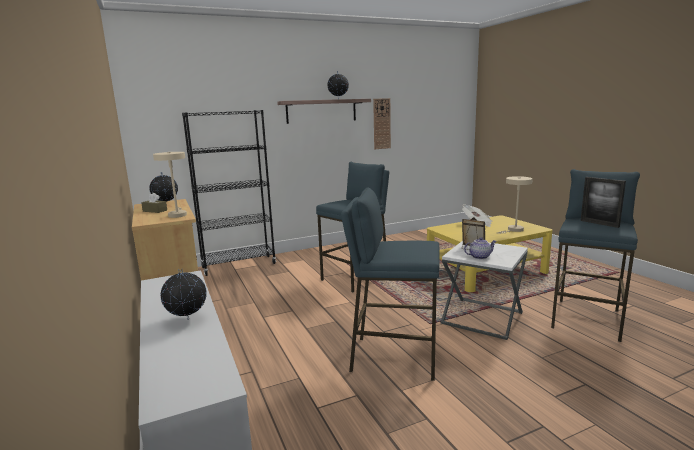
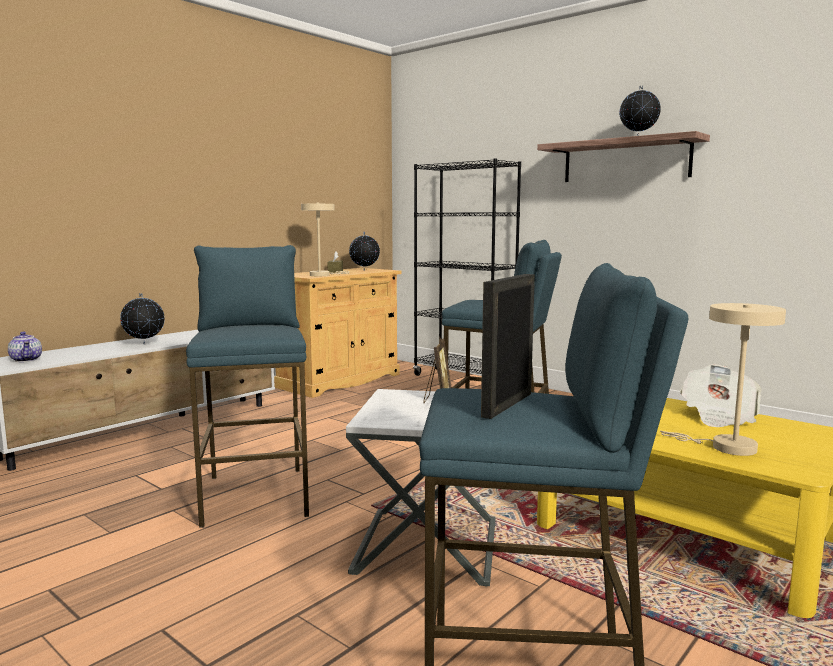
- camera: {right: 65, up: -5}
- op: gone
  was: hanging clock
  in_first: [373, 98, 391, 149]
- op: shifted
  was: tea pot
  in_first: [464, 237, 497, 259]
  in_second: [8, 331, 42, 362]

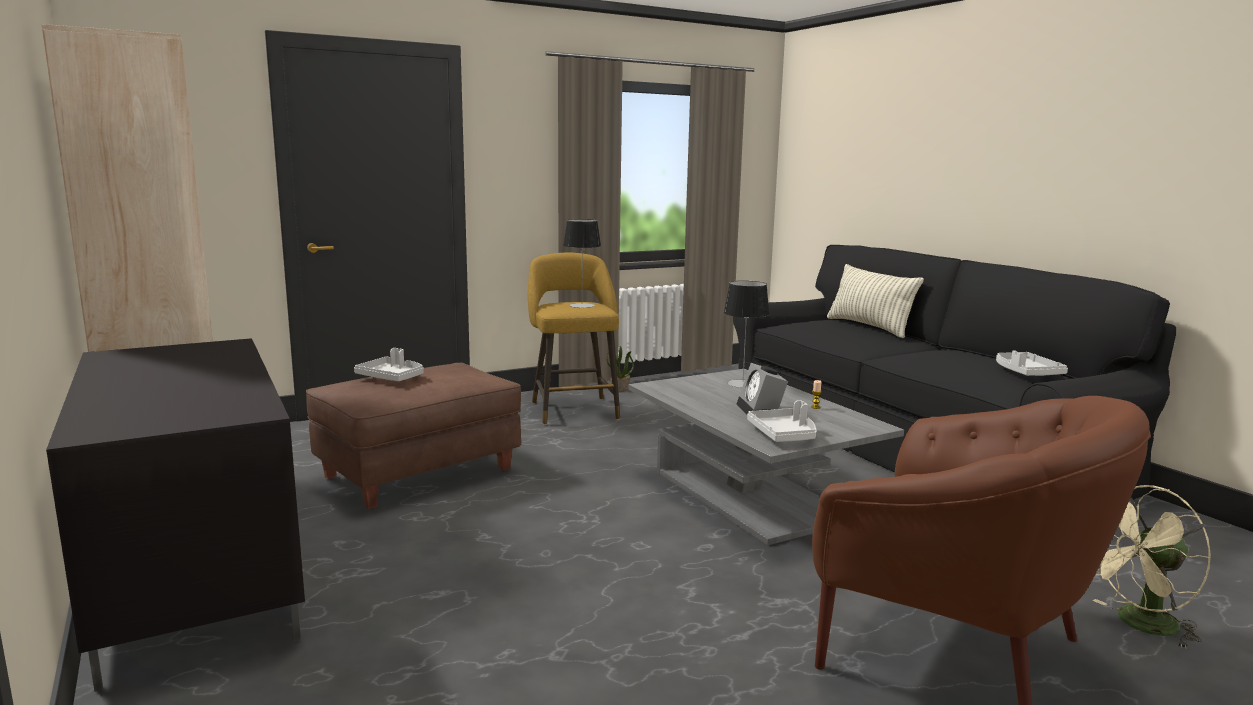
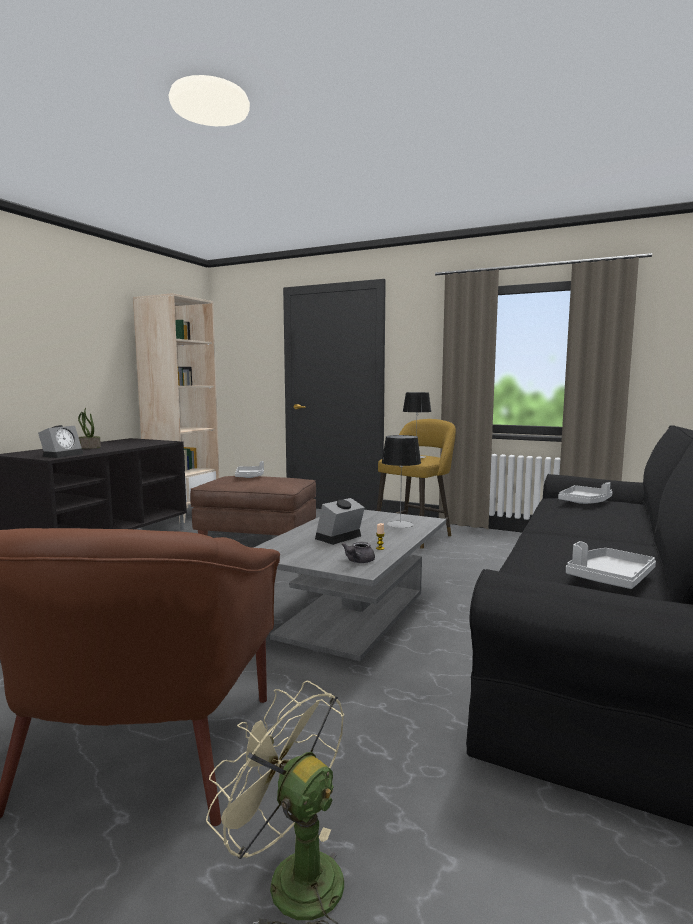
- camera: {right: 55, up: -5}
- op: gone
  was: throw pillow
  in_first: [827, 264, 924, 338]
- op: shifted
  was: potted plant
  in_first: [606, 346, 634, 392]
  in_second: [78, 408, 101, 449]
- op: shifted
  was: serving tray (gray)
  in_first: [747, 400, 816, 442]
  in_second: [558, 482, 612, 504]
- op: new
  now: bedside clock
  in_second: [38, 425, 83, 458]
- op: new
  now: tea pot (gray)
  in_second: [341, 542, 375, 563]

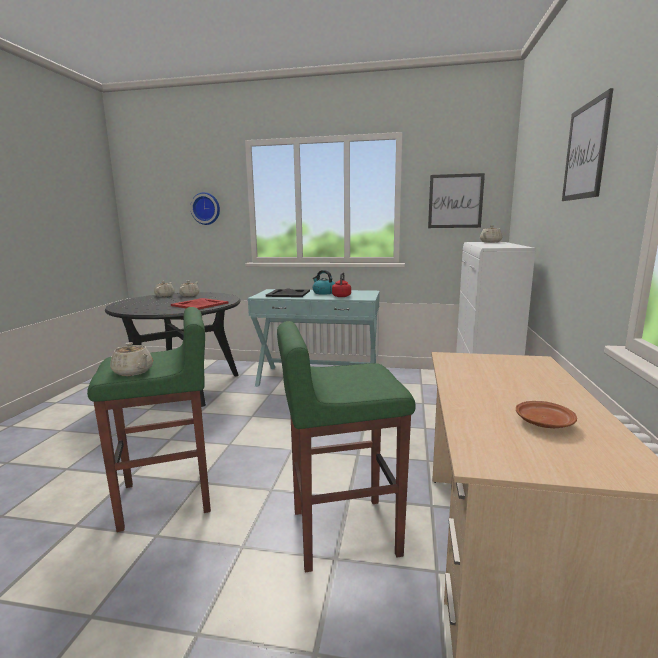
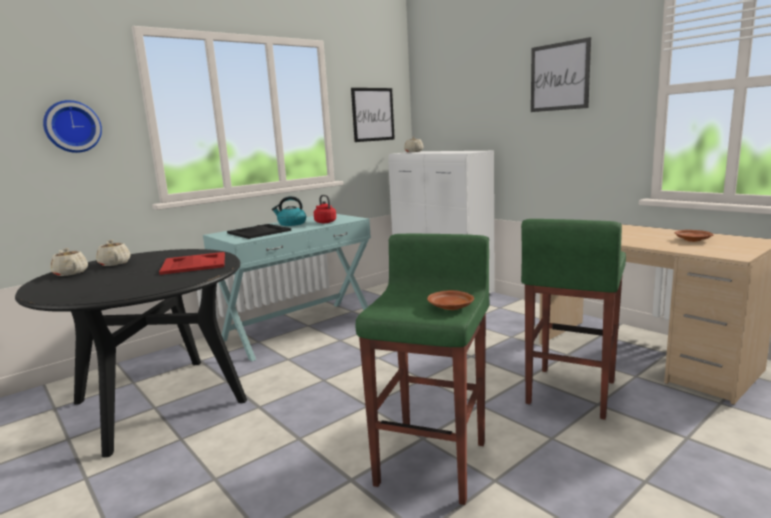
- camera: {right: -50, up: 0}
- op: swapped
  was: tea pot (sand-coloured)
  now: plate (brown-coloured)
  in_first: [110, 342, 153, 376]
  in_second: [427, 290, 474, 310]

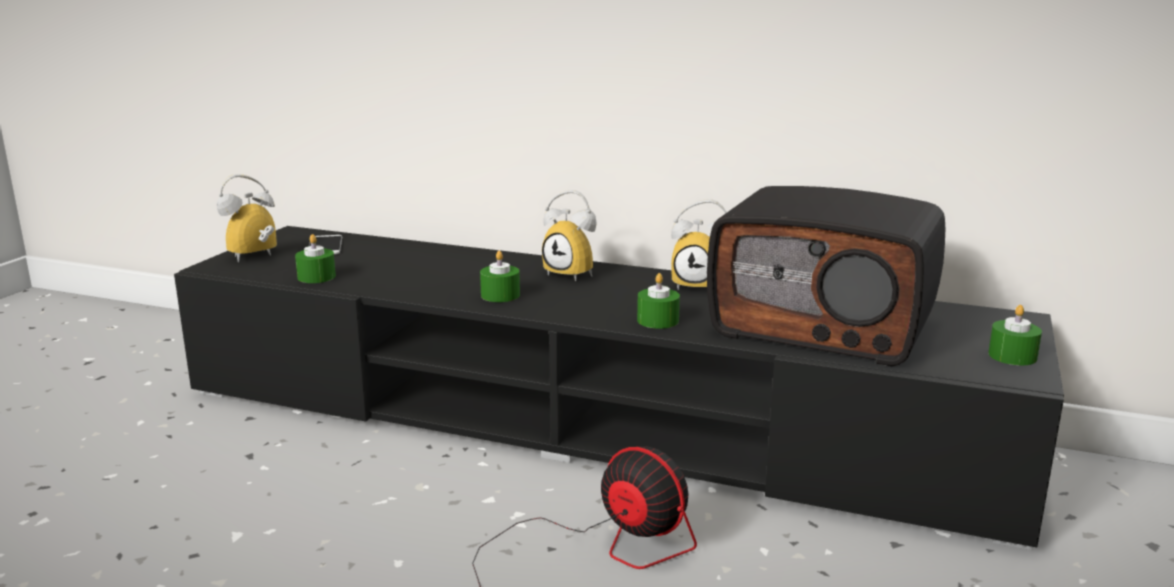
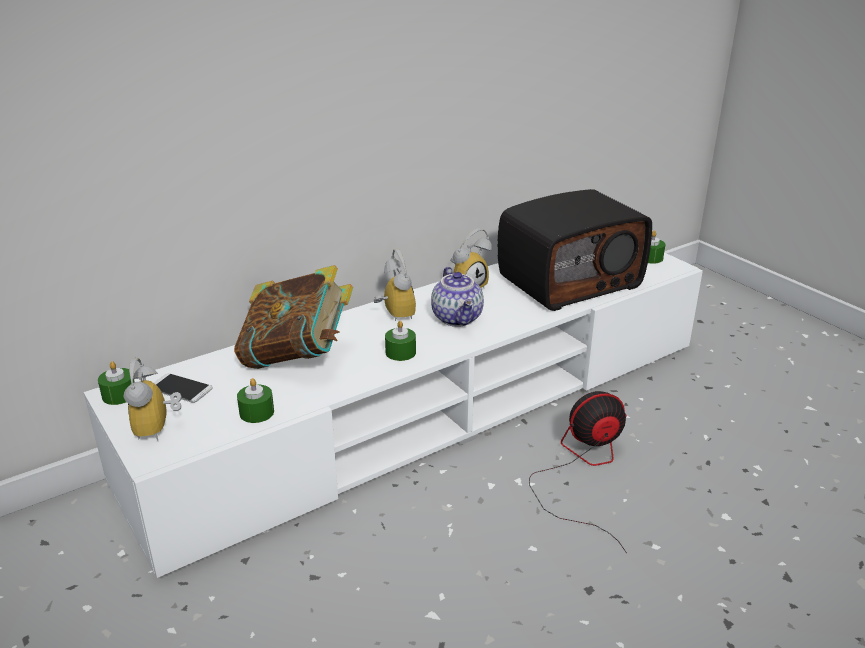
- camera: {right: -55, up: 10}
- op: rotated
  was: bedside clock
  in_first: [542, 190, 596, 281]
  in_second: [374, 249, 416, 321]
  clockwise: -90
- op: repainted
  was: media console (black-coloured)
  now: media console (white)
  in_first: [174, 226, 1064, 550]
  in_second: [84, 253, 703, 578]
- op: shifted
  was: wax light (greenish)
  in_first: [637, 273, 680, 329]
  in_second: [98, 361, 135, 405]
- op: new
  now: bound book
  in_second: [234, 265, 353, 369]
- op: new
  now: tea pot
  in_second: [431, 267, 484, 327]

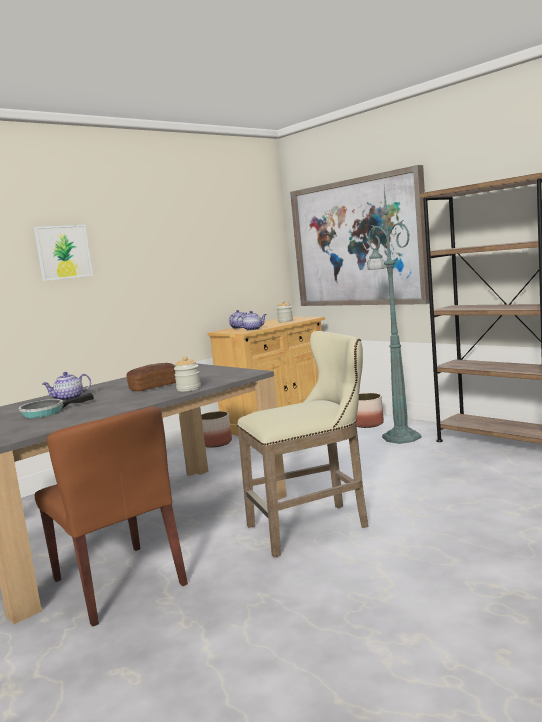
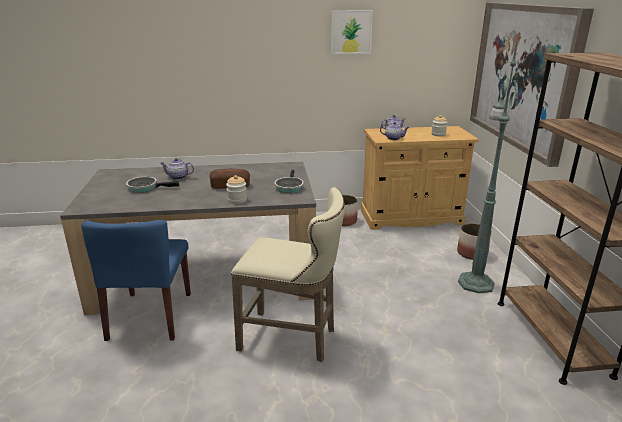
- camera: {right: 35, up: 15}
- op: shifted
  was: wall picture
  in_first: [34, 225, 93, 281]
  in_second: [331, 10, 373, 54]
- op: repainted
  was: upright chair (brown-coloured)
  now: upright chair (blue)
  in_first: [35, 406, 188, 627]
  in_second: [81, 220, 191, 341]
- op: new
  now: skillet
  in_second: [274, 170, 304, 193]

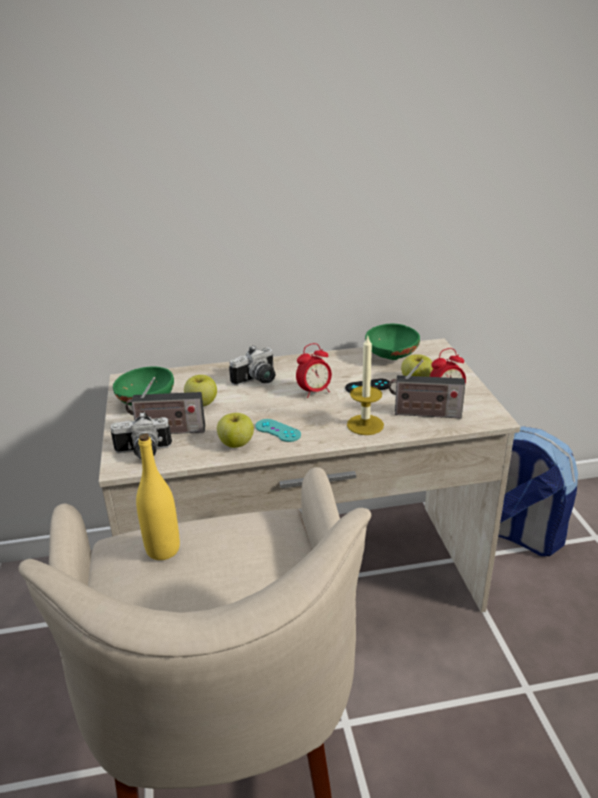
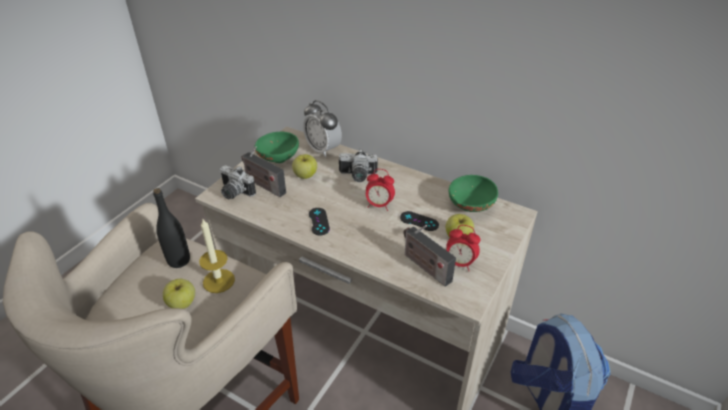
- camera: {right: 40, up: 10}
- op: shifted
  was: wax light
  in_first: [347, 336, 384, 435]
  in_second: [199, 219, 235, 293]
- op: shifted
  was: apple
  in_first: [217, 413, 254, 448]
  in_second: [163, 279, 195, 309]
- op: repainted
  was: gamepad (turquoise-coloured)
  now: gamepad (black-coloured)
  in_first: [255, 419, 301, 442]
  in_second: [309, 208, 330, 235]
- op: repainted
  was: drink bottle (yellowish)
  now: drink bottle (black-coloured)
  in_first: [136, 434, 180, 560]
  in_second: [153, 188, 190, 268]
- op: new
  now: bedside clock
  in_second: [303, 100, 342, 157]

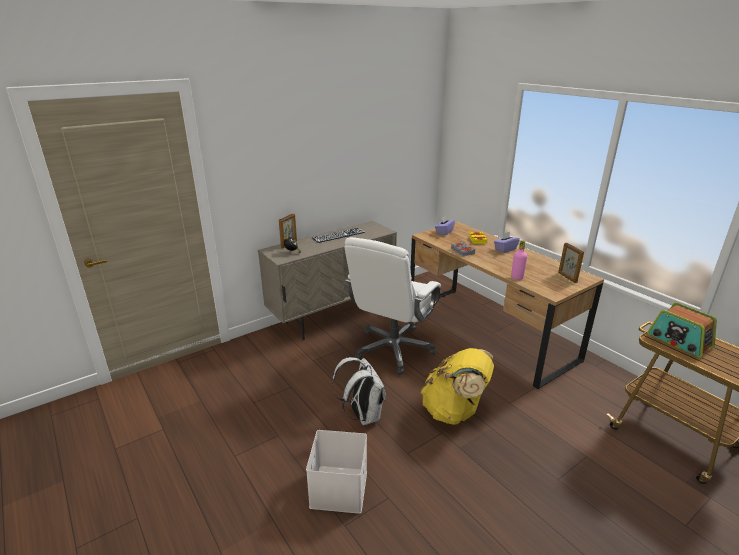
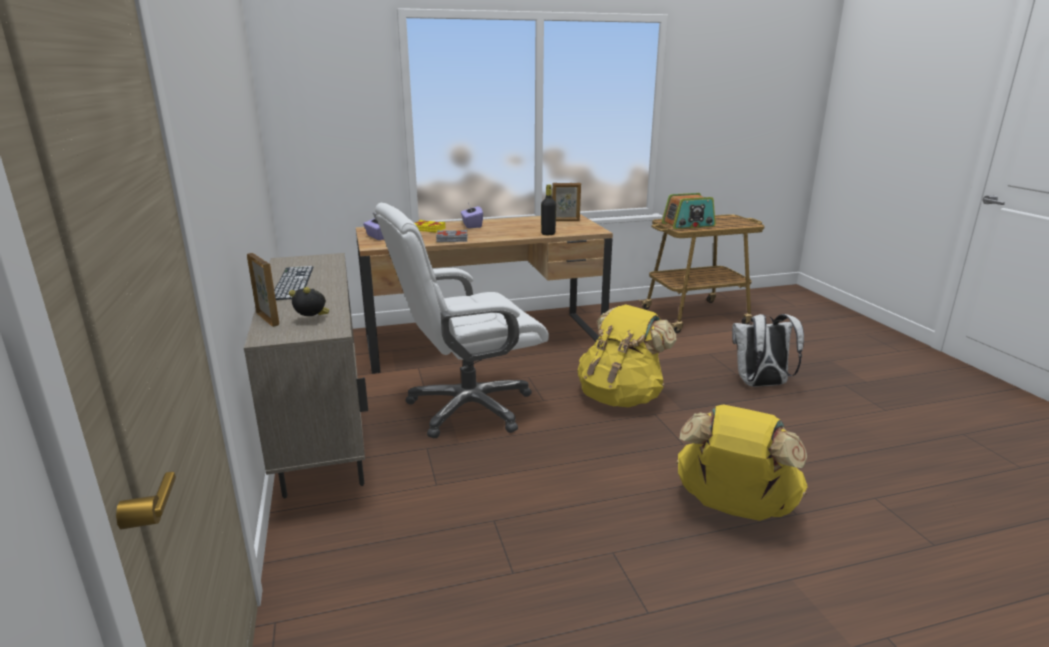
- camera: {right: -70, up: -5}
- op: rotated
  was: desk chair (white)
  in_first: [345, 237, 441, 375]
  in_second: [375, 203, 549, 438]
  clockwise: 105
- op: repainted
  was: drink bottle (pink-coloured)
  now: drink bottle (black-coloured)
  in_first: [511, 240, 527, 280]
  in_second: [541, 184, 556, 235]
- op: shifted
  was: knapsack (white)
  in_first: [332, 357, 386, 425]
  in_second: [732, 314, 804, 387]
- op: swapped
  was: storage bin (white)
  now: knapsack (yellowish)
  in_first: [306, 430, 367, 514]
  in_second: [676, 404, 808, 521]

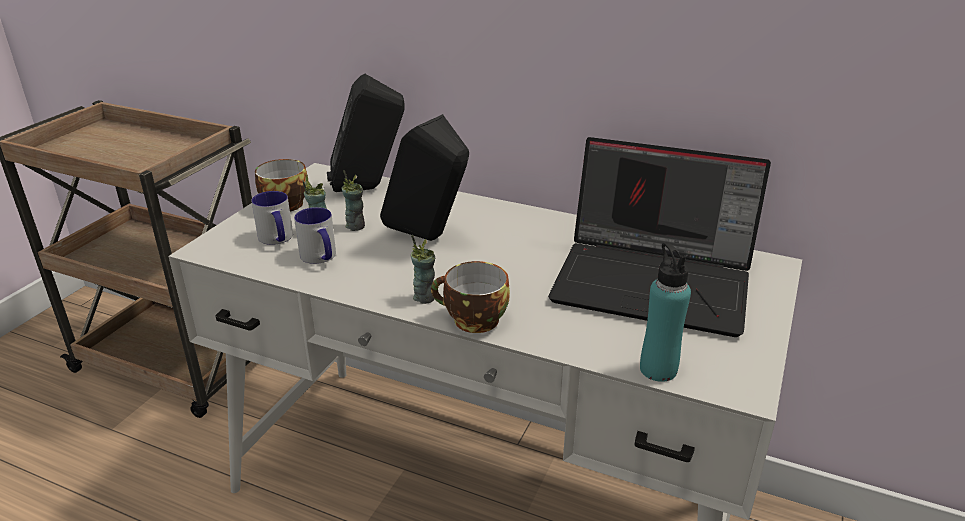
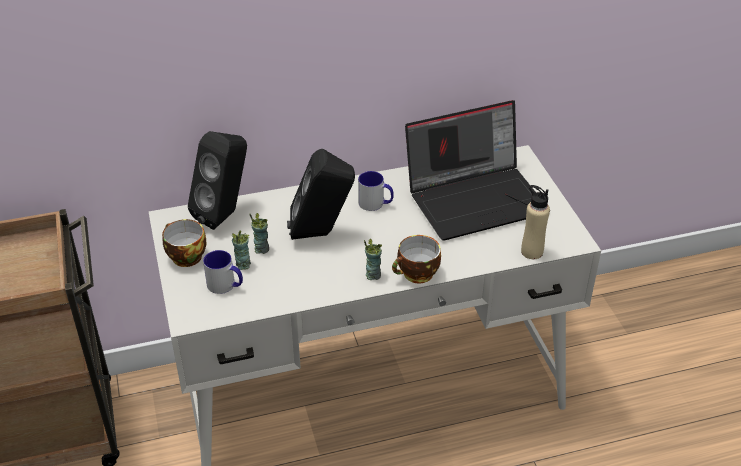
- camera: {right: -40, up: 10}
- op: shifted
  was: coffee mug
  in_first: [294, 207, 336, 264]
  in_second: [358, 171, 394, 211]
- op: repainted
  was: drink bottle (turquoise-coloured)
  now: drink bottle (sand-coloured)
  in_first: [640, 242, 691, 382]
  in_second: [521, 185, 550, 259]

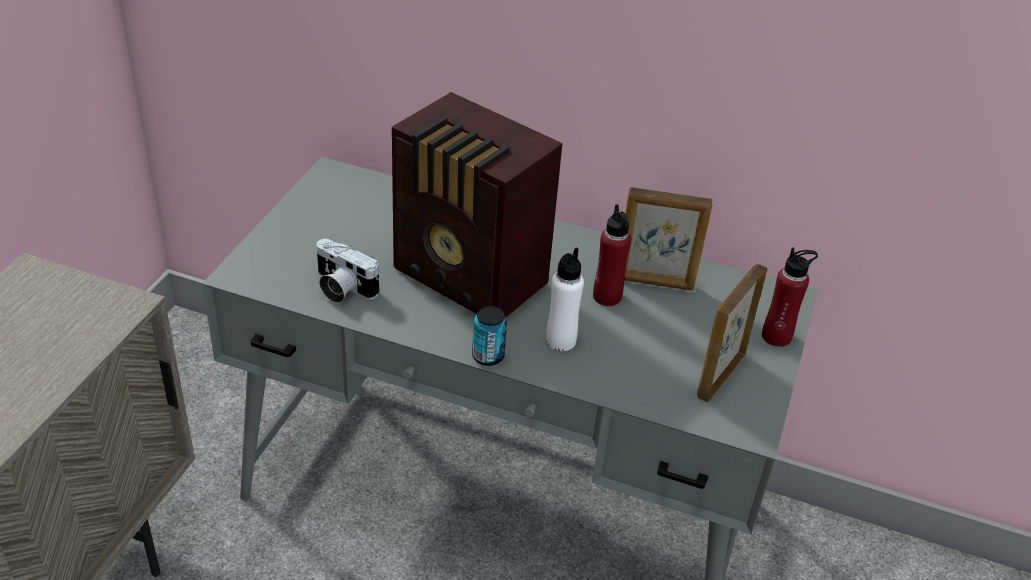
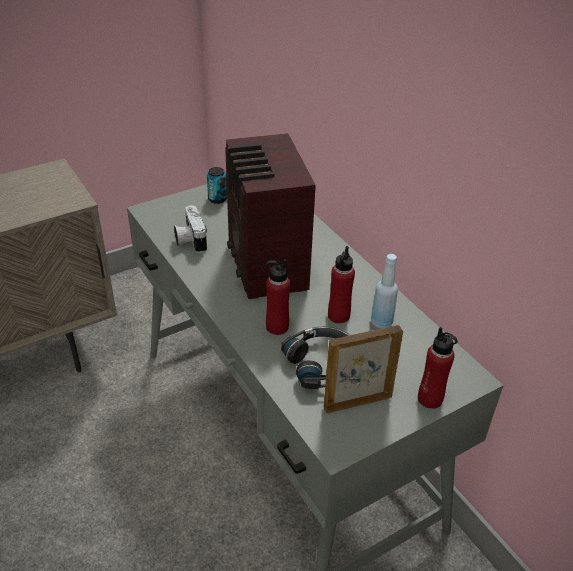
- camera: {right: 40, up: 0}
- op: swapped
  was: photo frame
  now: drink bottle (blue)
  in_first: [624, 187, 713, 291]
  in_second: [371, 254, 398, 329]
- op: repainted
  was: drink bottle (white)
  now: drink bottle (reddish)
  in_first: [546, 247, 584, 351]
  in_second: [266, 259, 290, 335]
- op: shifted
  was: sealed can
  in_first: [472, 306, 507, 366]
  in_second: [207, 167, 227, 204]
- op: new
  now: headset (black-coloured)
  in_second: [281, 327, 350, 389]

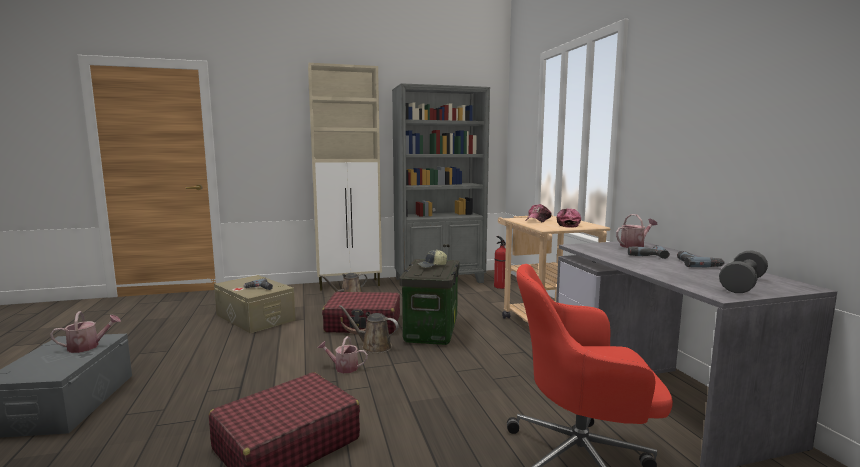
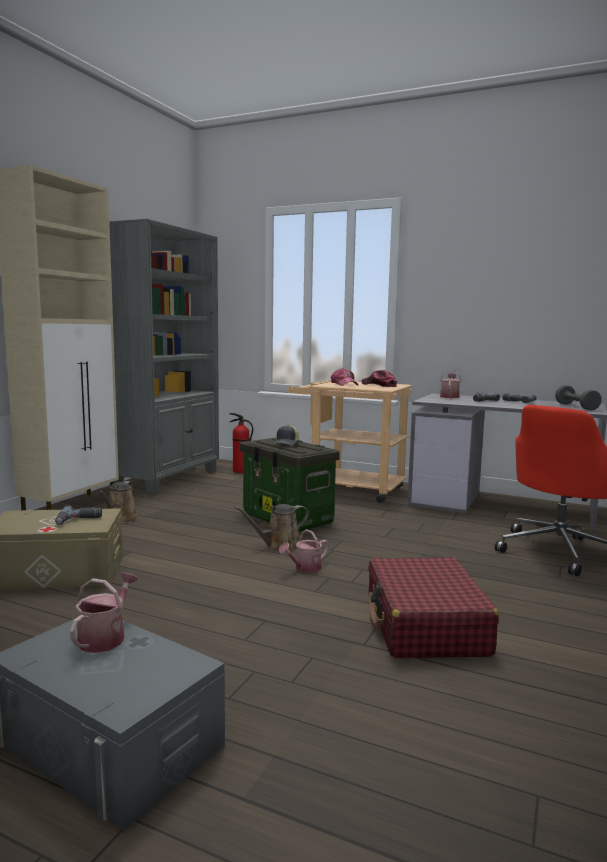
- camera: {right: -50, up: 0}
- op: gone
  was: travel case (reddish)
  in_first: [322, 292, 400, 335]

